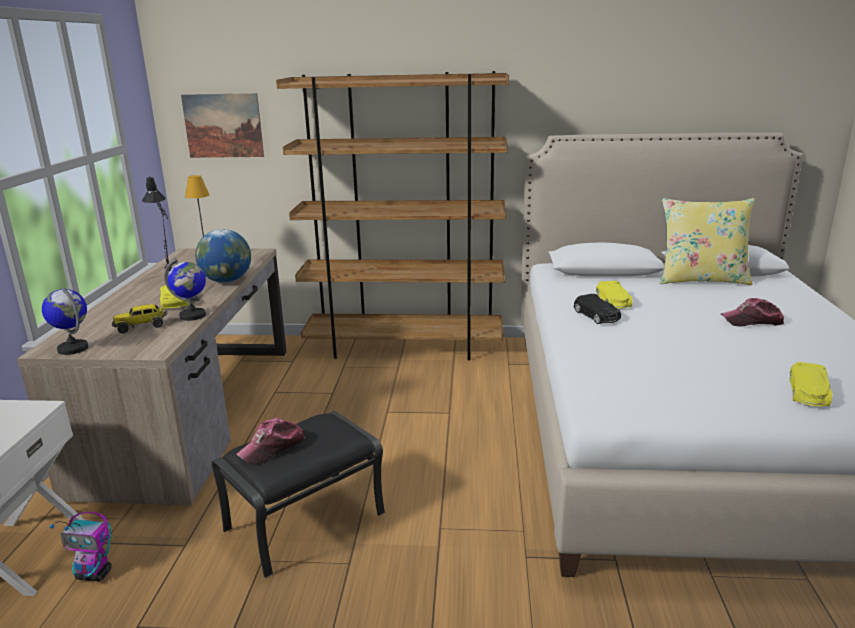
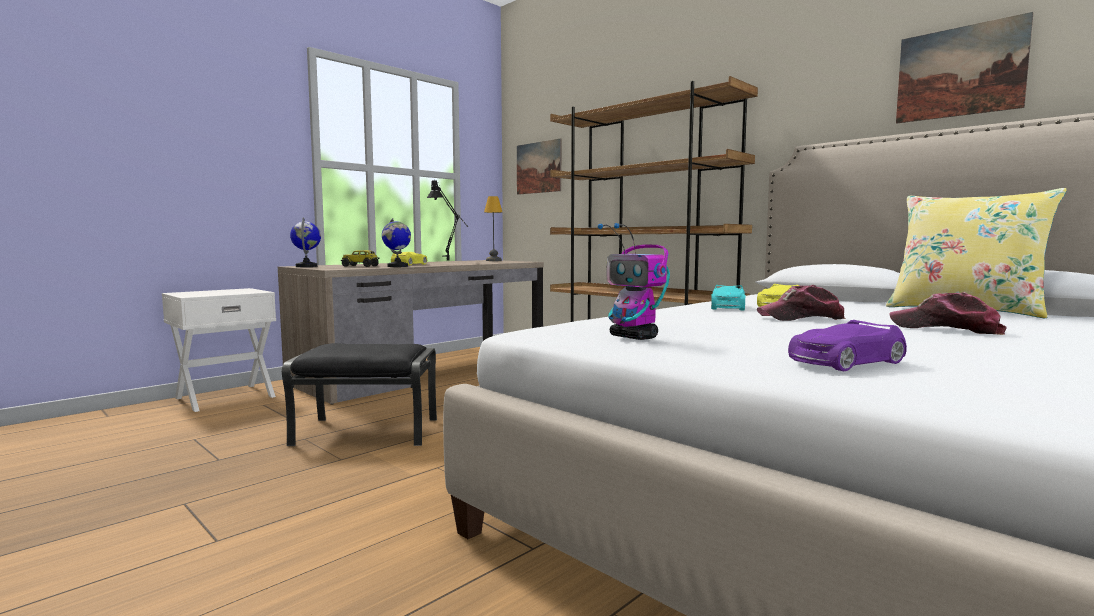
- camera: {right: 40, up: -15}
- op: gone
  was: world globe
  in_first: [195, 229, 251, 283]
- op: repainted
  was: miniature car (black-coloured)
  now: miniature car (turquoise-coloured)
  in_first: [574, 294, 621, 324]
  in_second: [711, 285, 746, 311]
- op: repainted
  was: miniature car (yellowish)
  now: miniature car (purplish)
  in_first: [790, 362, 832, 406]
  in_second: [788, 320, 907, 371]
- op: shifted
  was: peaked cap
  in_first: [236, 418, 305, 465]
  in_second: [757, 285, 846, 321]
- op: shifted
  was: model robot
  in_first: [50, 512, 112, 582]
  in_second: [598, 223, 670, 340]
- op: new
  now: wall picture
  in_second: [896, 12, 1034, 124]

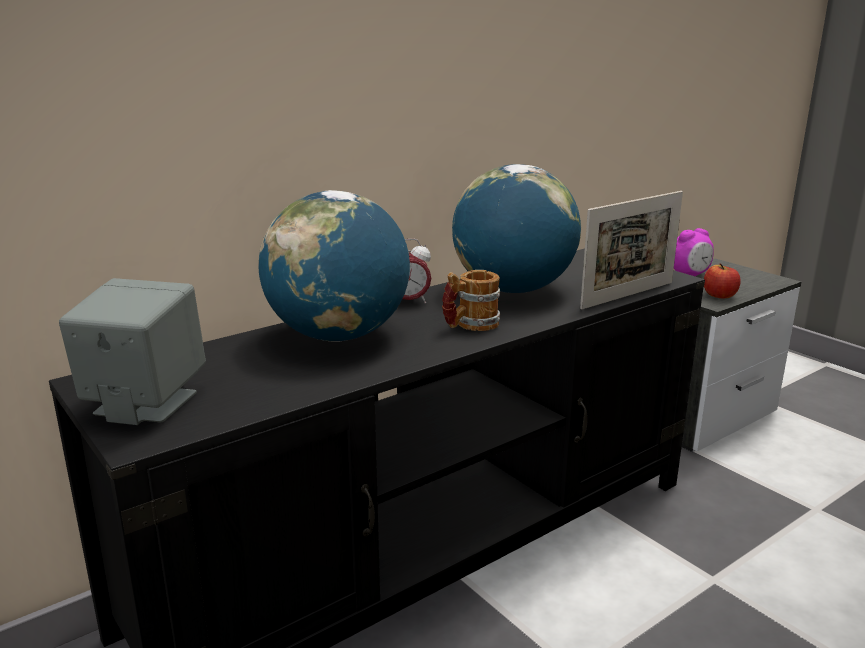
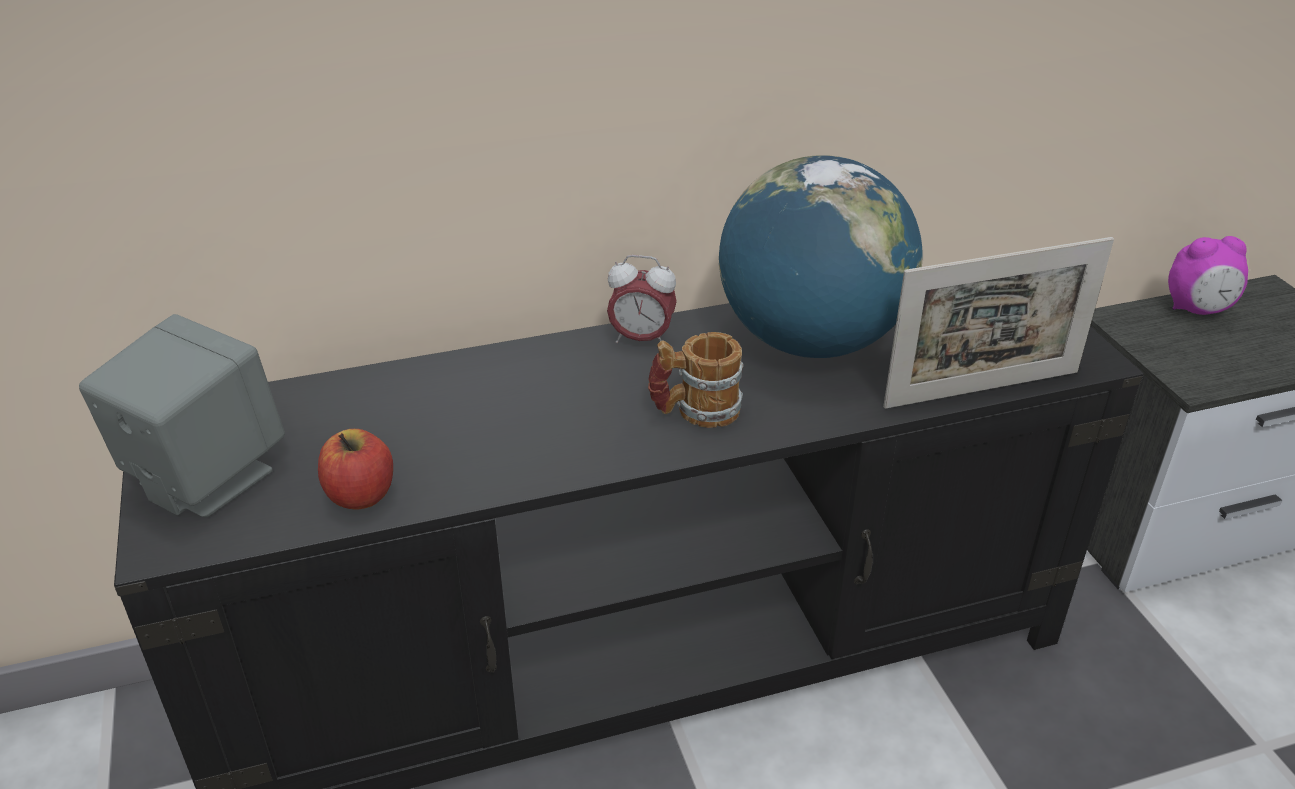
- camera: {right: 20, up: 15}
- op: gone
  was: world globe
  in_first: [258, 190, 410, 342]
- op: shifted
  was: apple
  in_first: [704, 263, 741, 298]
  in_second: [318, 429, 393, 509]

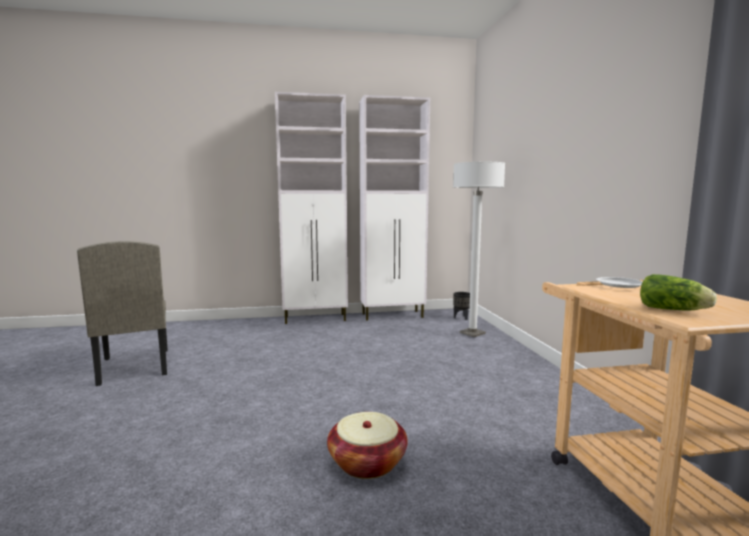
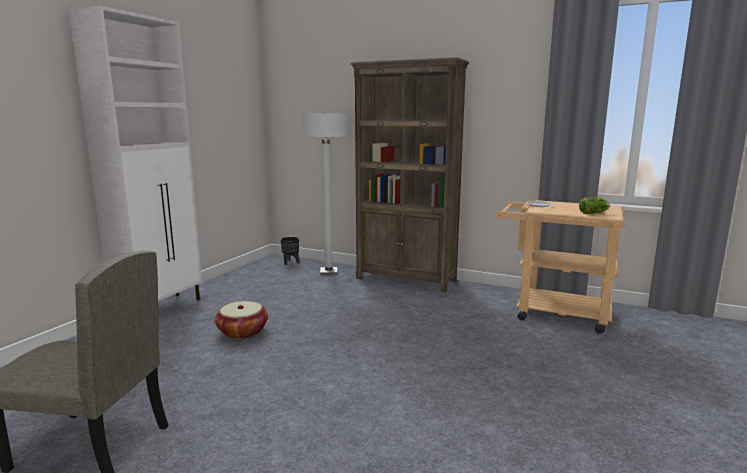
- camera: {right: -55, up: 5}
- op: gone
  was: cabinet (white)
  in_first: [359, 95, 430, 321]
- op: shifted
  was: basket
  in_first: [327, 412, 408, 479]
  in_second: [214, 301, 268, 339]
- op: new
  now: bookcase (brown-coloured)
  in_second: [351, 57, 469, 292]

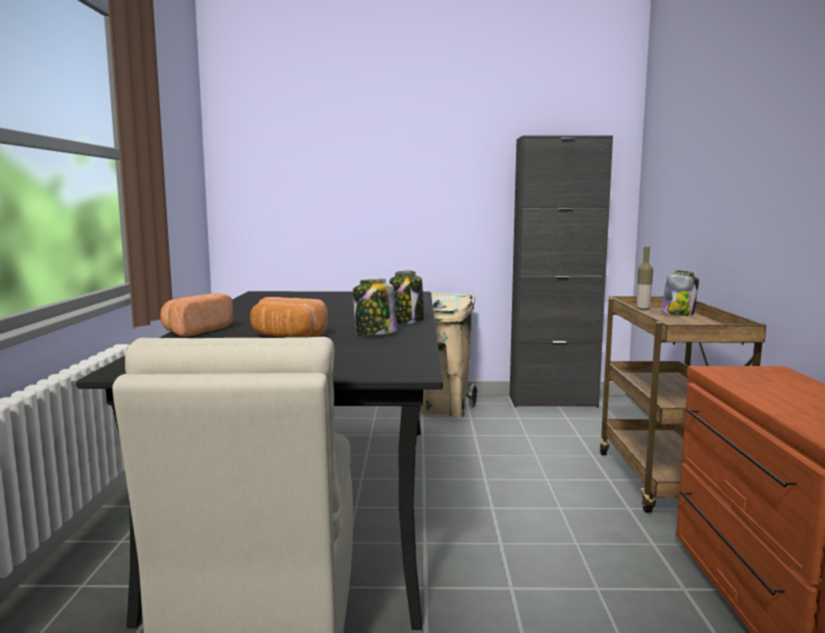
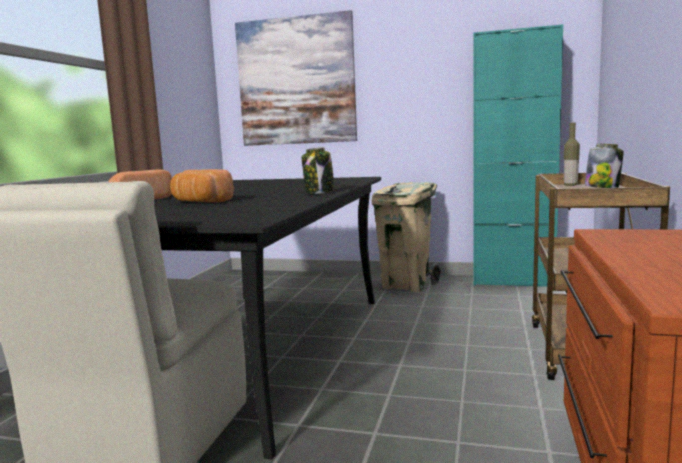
- camera: {right: 15, up: 0}
- op: repainted
  was: cabinet (black-coloured)
  now: cabinet (turquoise-coloured)
  in_first: [510, 135, 613, 408]
  in_second: [473, 24, 563, 287]
- op: gone
  was: preserve jar
  in_first: [353, 279, 397, 335]
- op: new
  now: wall picture
  in_second: [235, 10, 357, 146]

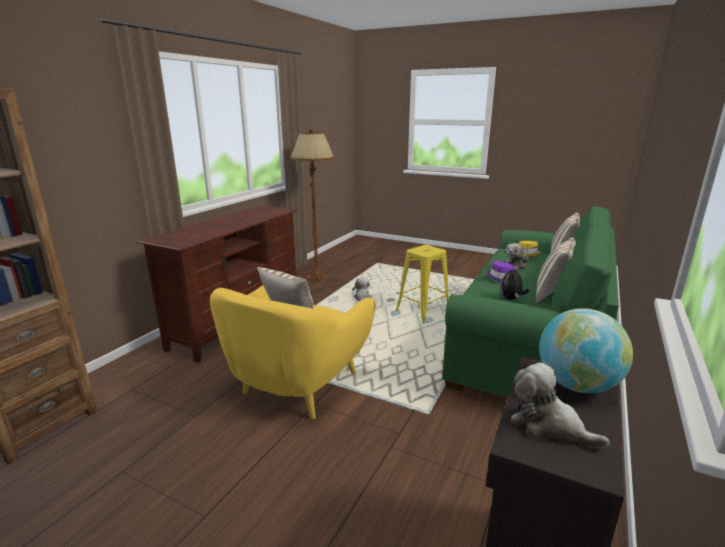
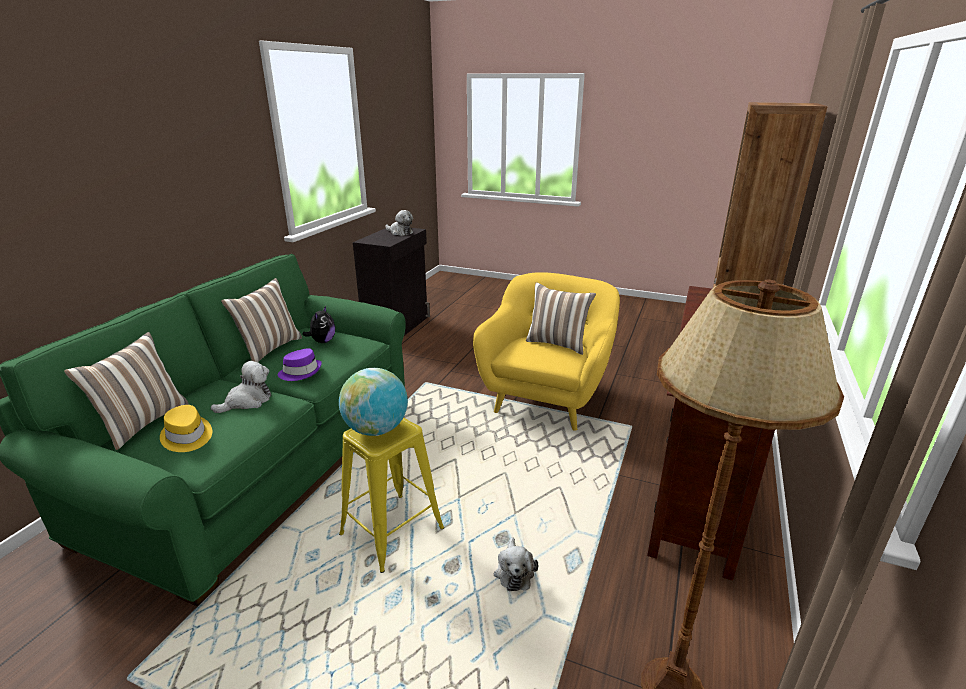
- camera: {right: 175, up: 5}
- op: shifted
  was: world globe
  in_first: [539, 308, 633, 394]
  in_second: [339, 368, 408, 436]

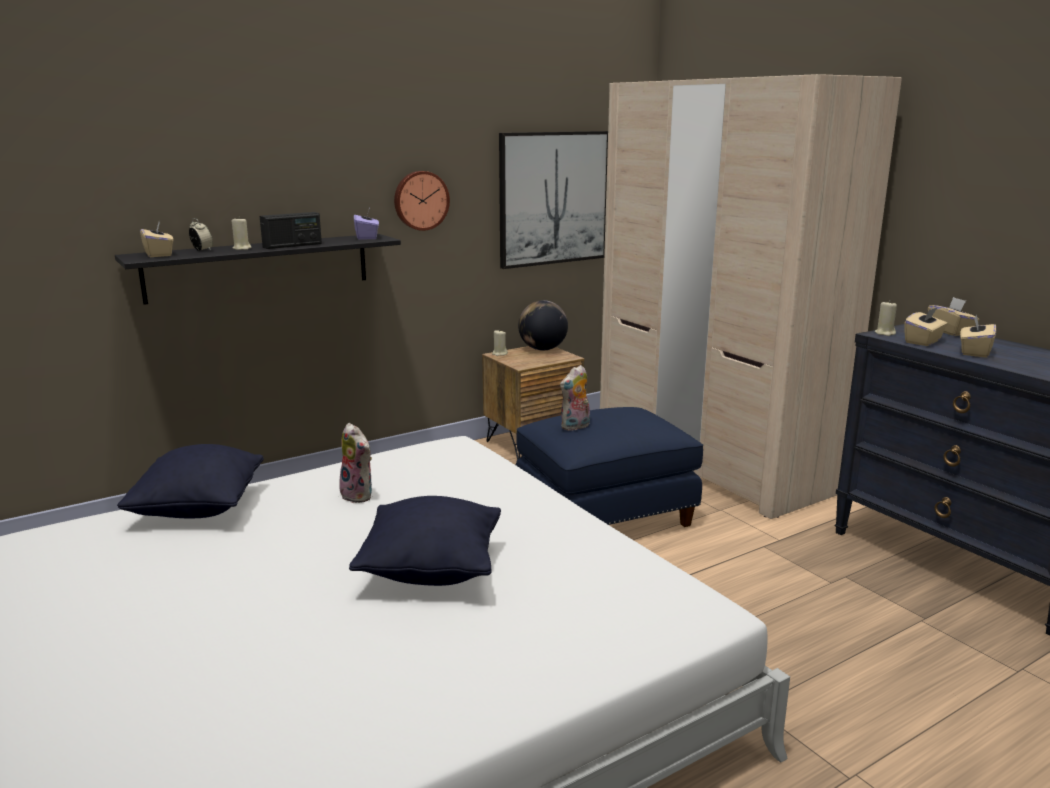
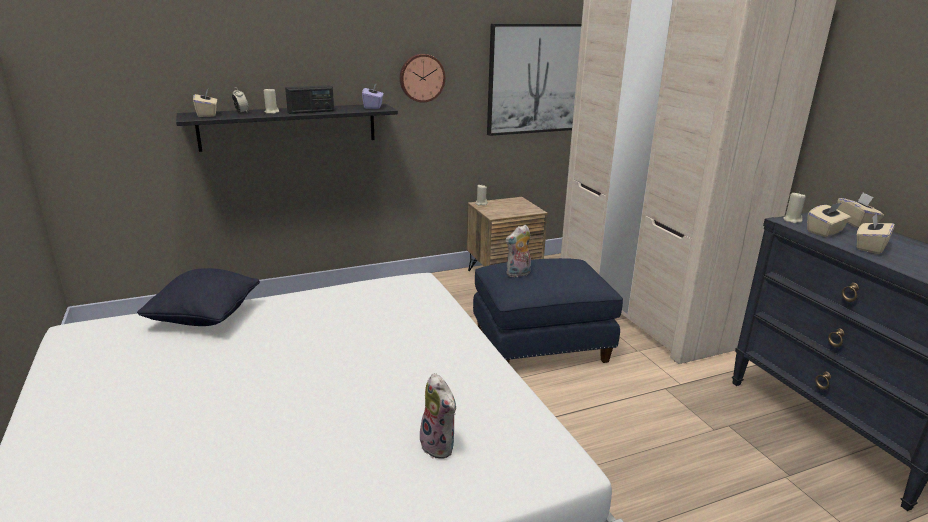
- camera: {right: 10, up: 5}
- op: gone
  was: world globe
  in_first: [518, 300, 568, 351]
- op: shifted
  was: plush toy
  in_first: [339, 423, 372, 503]
  in_second: [417, 373, 456, 459]
- op: gone
  was: throw pillow (black-coloured)
  in_first: [349, 496, 501, 586]

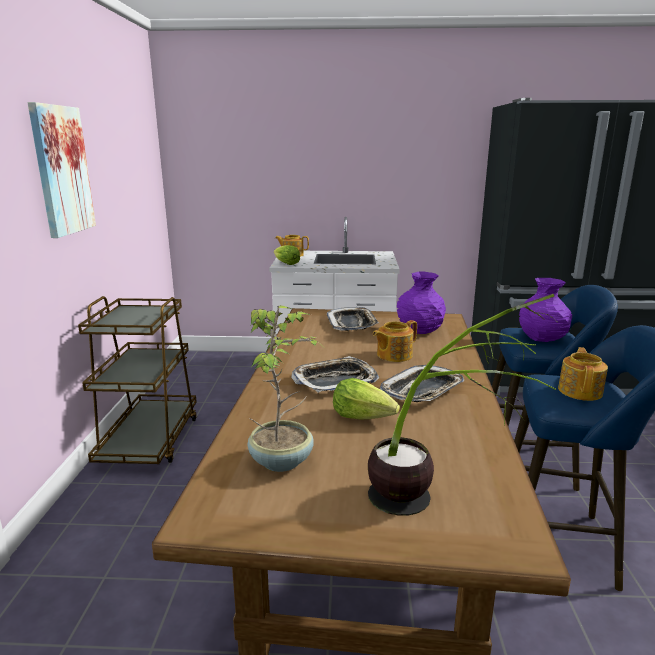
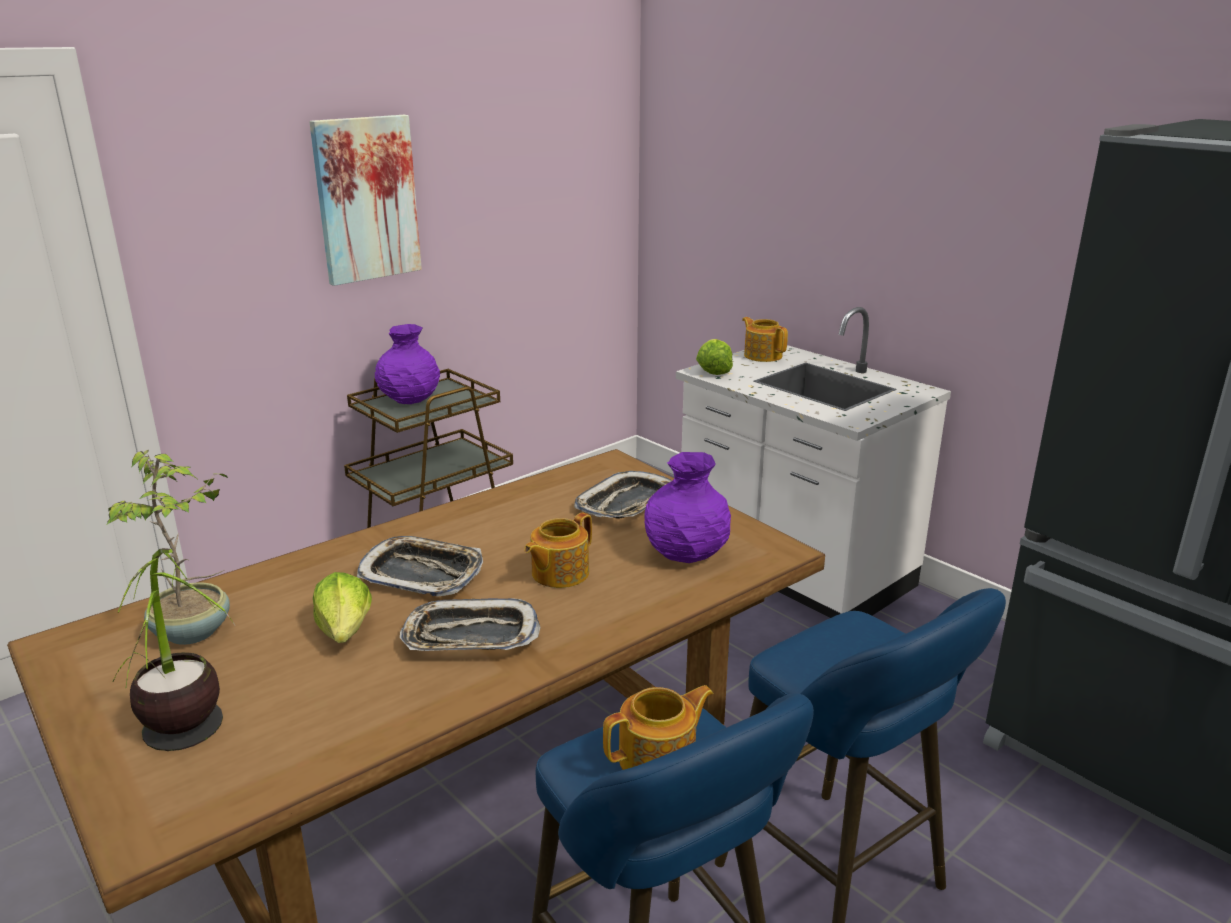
- camera: {right: 45, up: 5}
- op: shifted
  was: decorative vase (purplish)
  in_first: [519, 278, 572, 342]
  in_second: [375, 324, 440, 404]
- op: rotated
  was: tea pot
  in_first: [373, 320, 417, 362]
  in_second: [524, 513, 592, 588]
  clockwise: -60

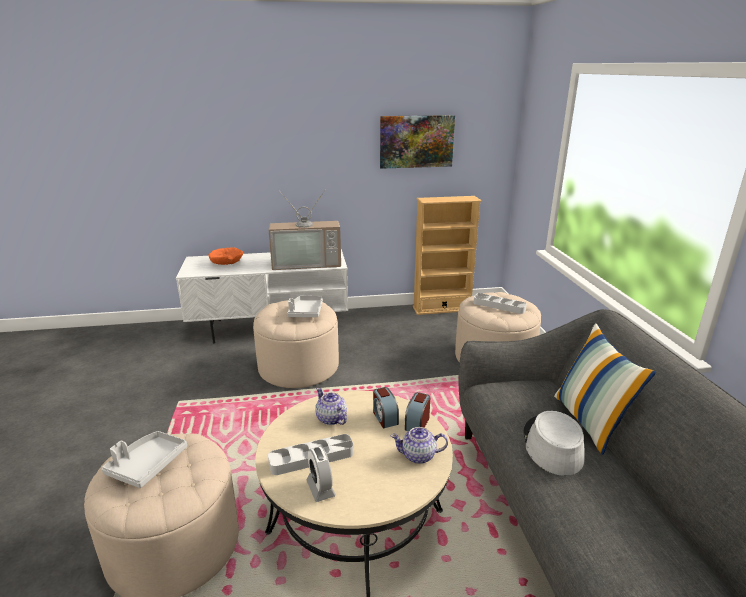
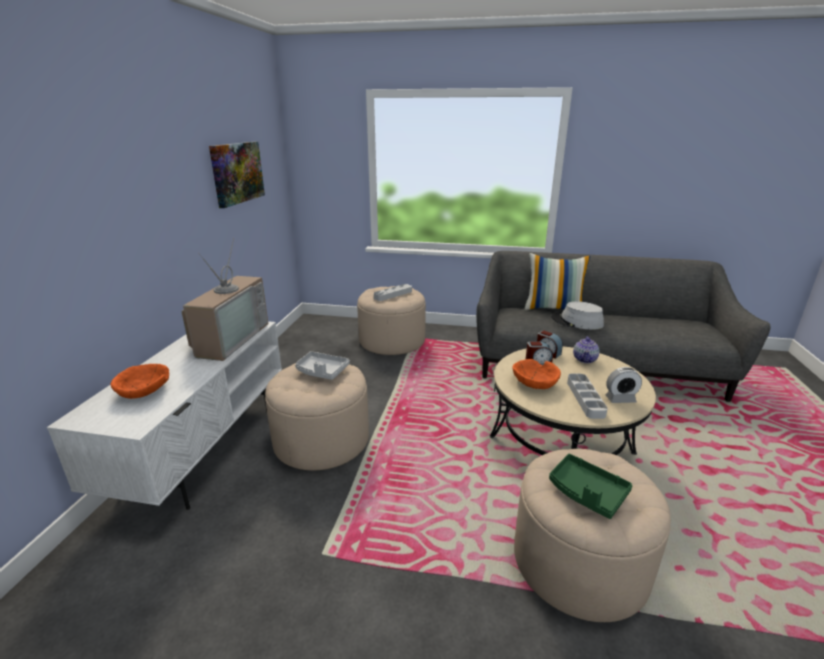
- camera: {right: -70, up: 0}
- op: gone
  was: bookcase (sand-coloured)
  in_first: [413, 196, 482, 315]
- op: swapped
  was: tea pot
  now: bowl (orangey)
  in_first: [315, 388, 347, 425]
  in_second: [512, 359, 561, 389]
- op: repainted
  was: serving tray (gray)
  now: serving tray (greenish)
  in_first: [102, 431, 187, 488]
  in_second: [549, 454, 632, 519]

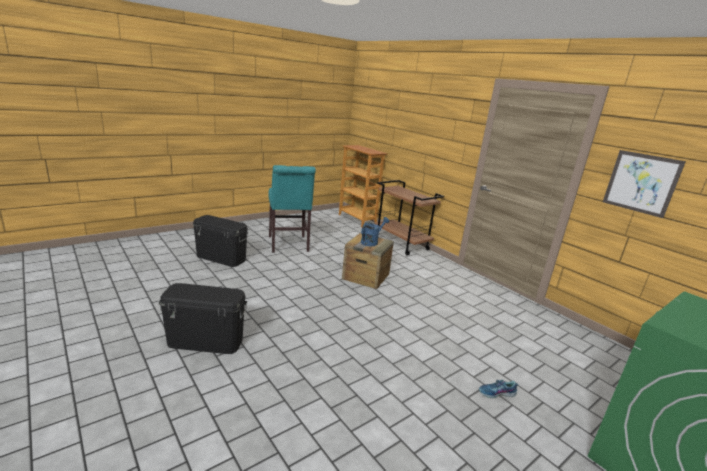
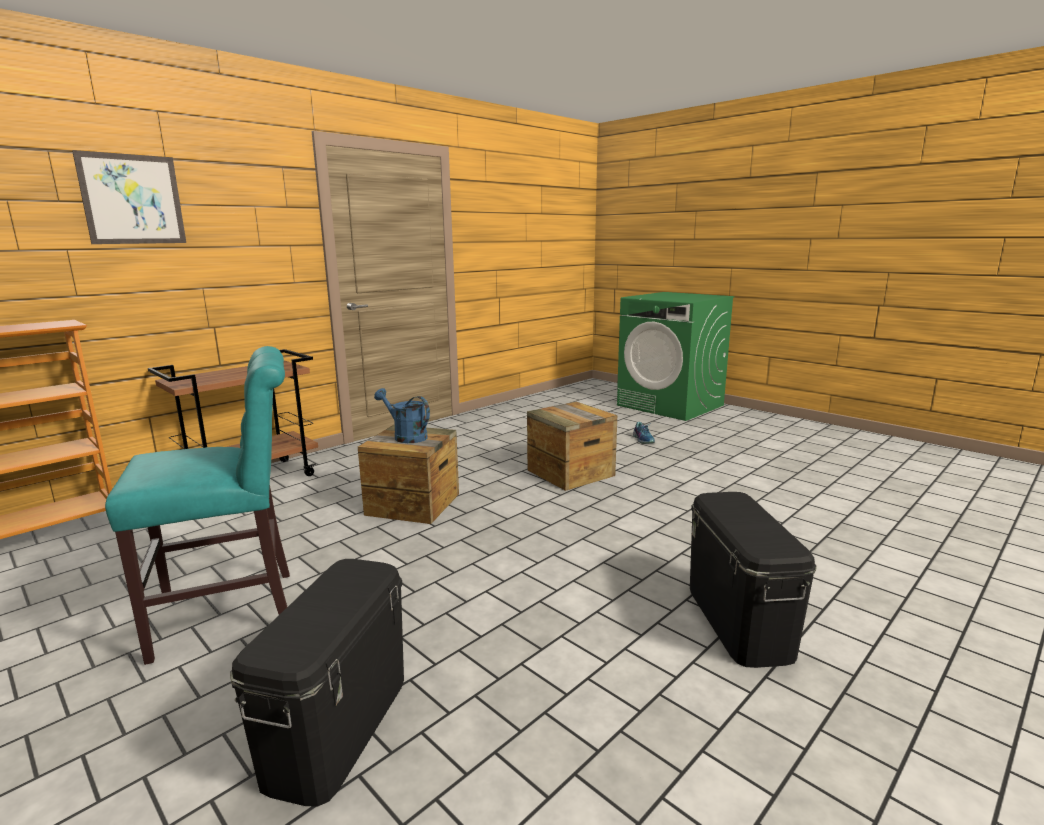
- camera: {right: -95, up: -5}
- op: shifted
  was: wall picture
  in_first: [603, 150, 686, 218]
  in_second: [72, 150, 186, 244]
- op: new
  now: crate
  in_second: [527, 402, 617, 491]

